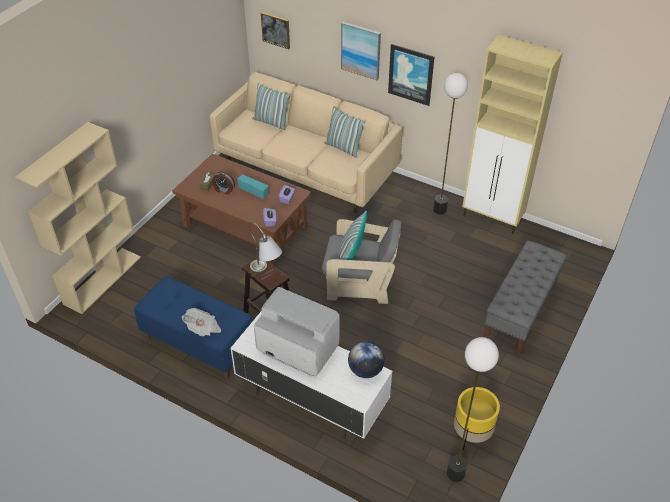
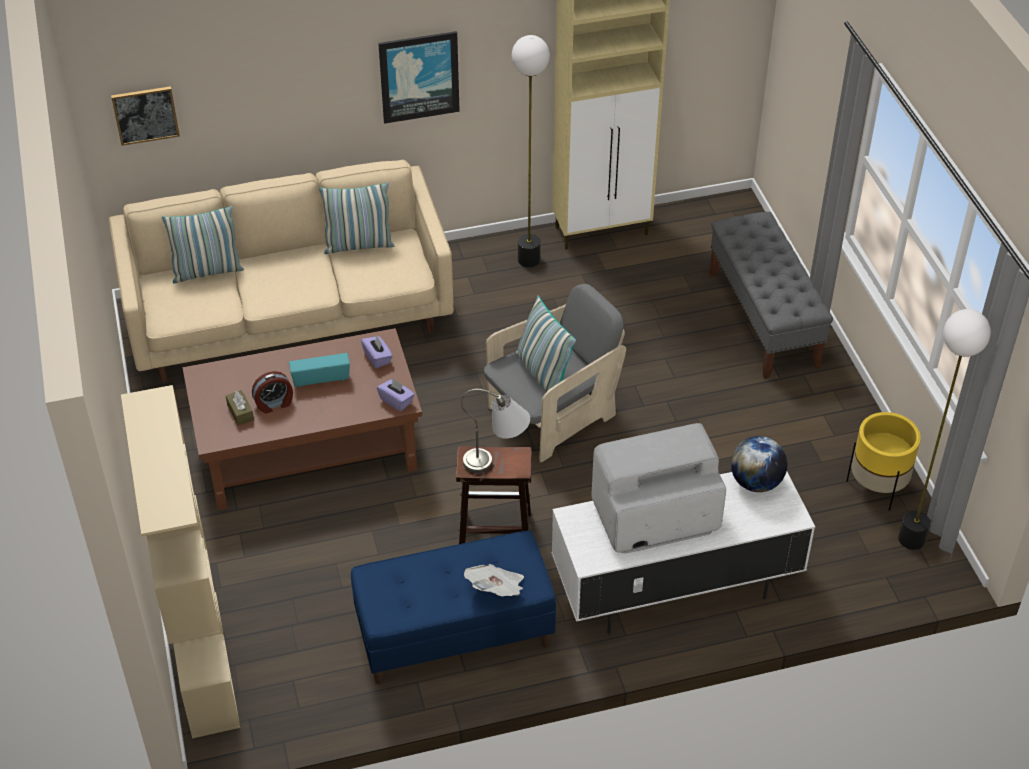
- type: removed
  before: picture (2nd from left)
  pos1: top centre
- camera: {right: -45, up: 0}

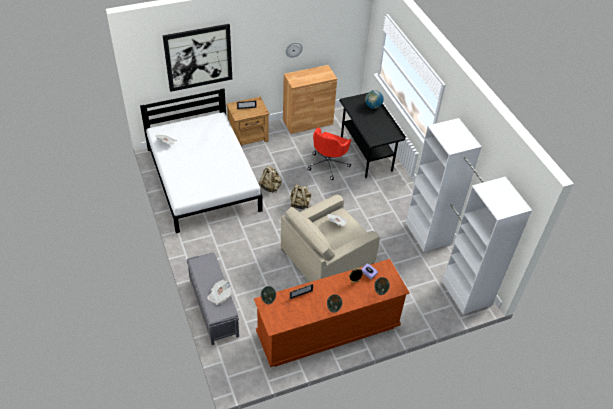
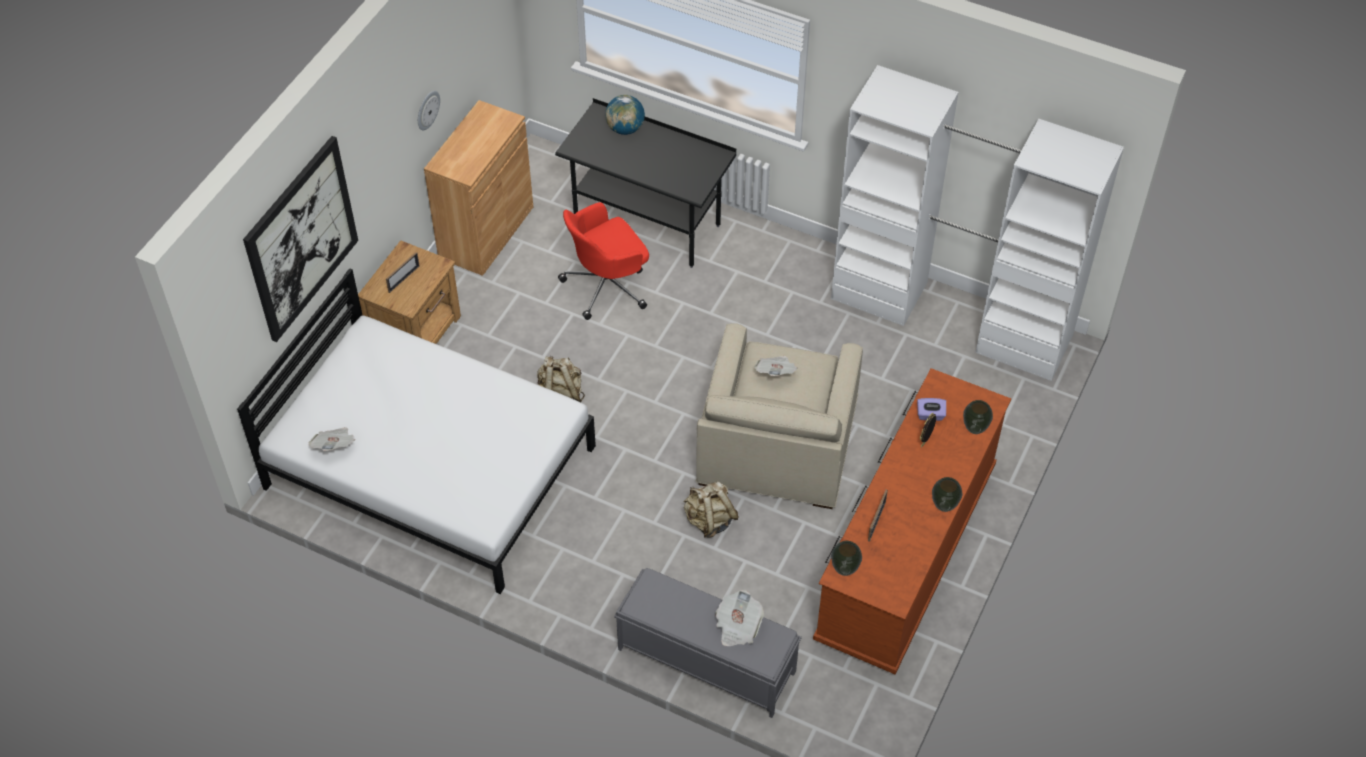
- type: turned
  before: red office chair
  pos1: centre
  pos2: centre
  turn: 75
- type: moved
  before: beige backpack (2nd from left)
  pos1: centre
  pos2: bottom centre
- camera: {right: -40, up: 5}

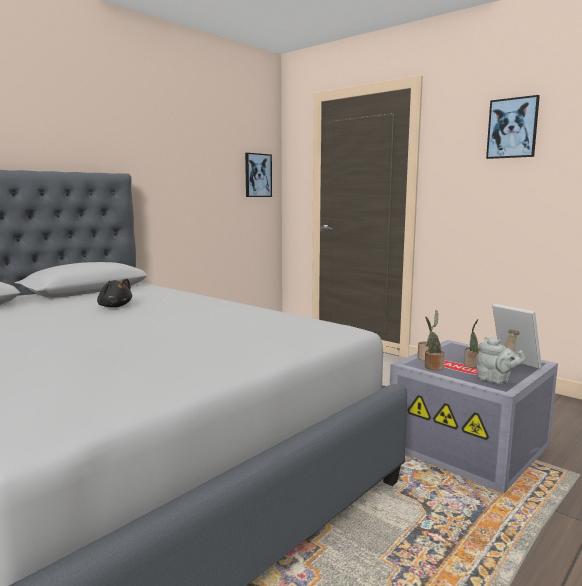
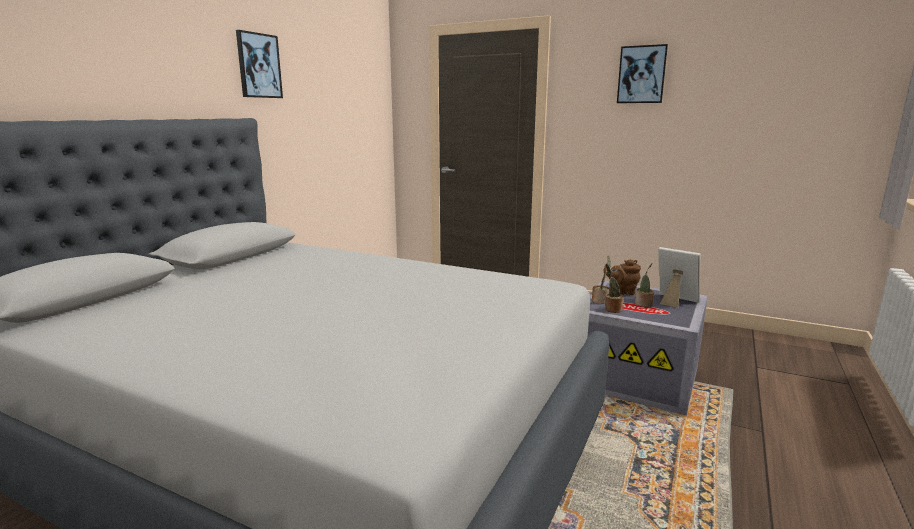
- type: moved
  before: picture (1st from left)
  pos1: top centre
  pos2: top left
- type: removed
  before: black plush toy
  pos1: middle left
- type: removed
  before: grey teapot
  pos1: middle right
- type: added
  after: brown teapot
  pos2: middle right
- camera: {right: -15, up: 5}

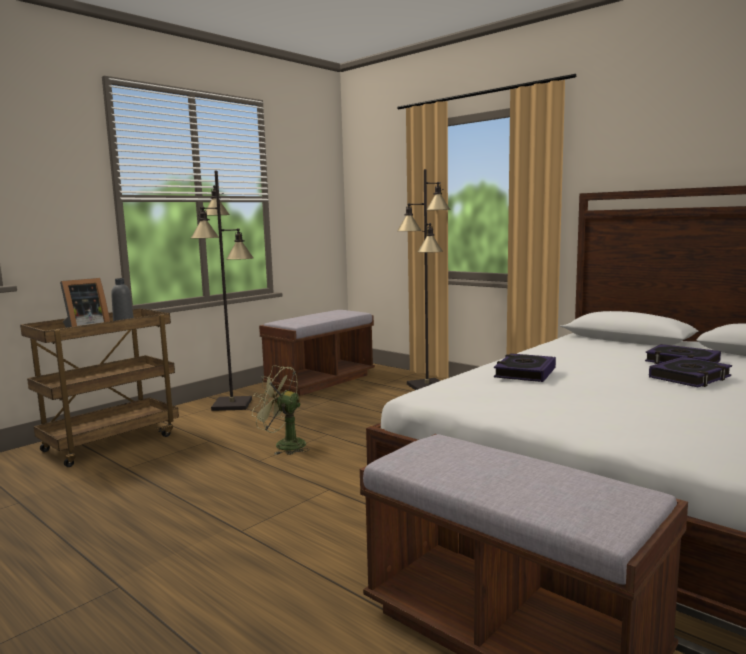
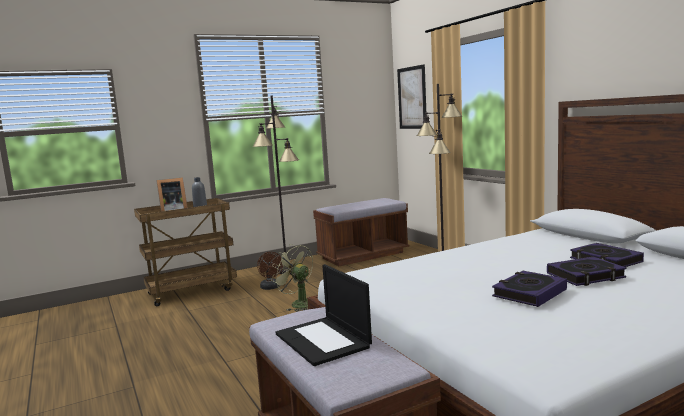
- type: moved
  before: book (1st from left)
  pos1: middle right
  pos2: bottom right
- type: added
  after: picture
  pos2: top centre
- type: added
  after: brown fan
  pos2: centre
- type: added
  after: laptop
  pos2: bottom centre
- camera: {right: 20, up: 0}

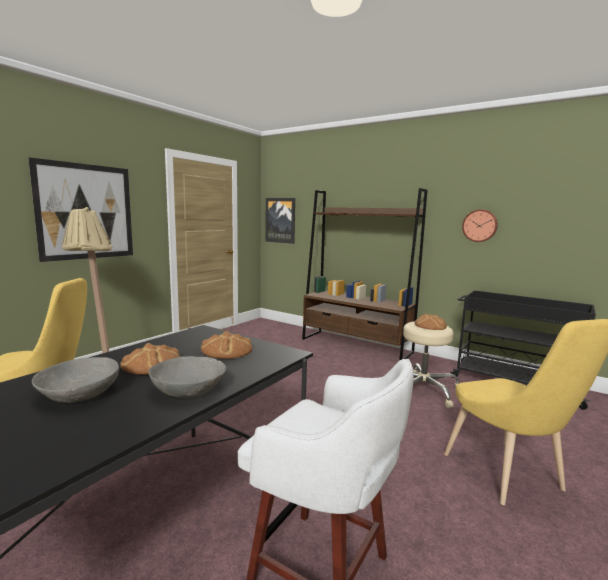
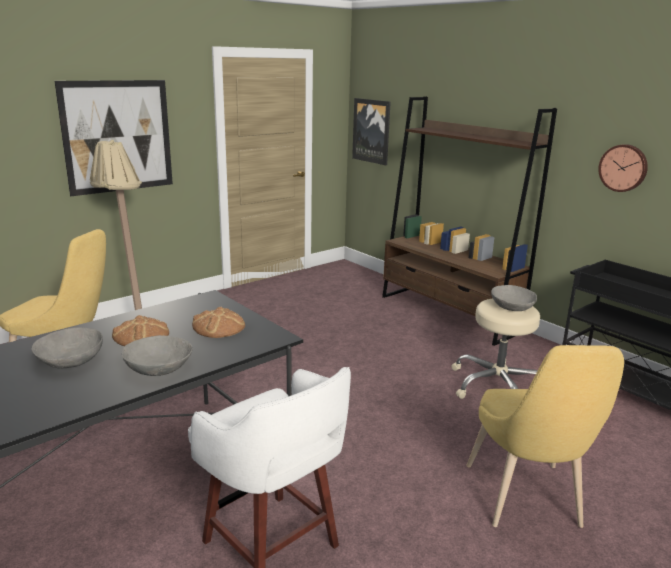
- type: replaced
  before: bread (3rd from left)
  after: grey bowl (3rd from left)
  pos1: middle right
  pos2: middle right
- camera: {right: 15, up: 10}

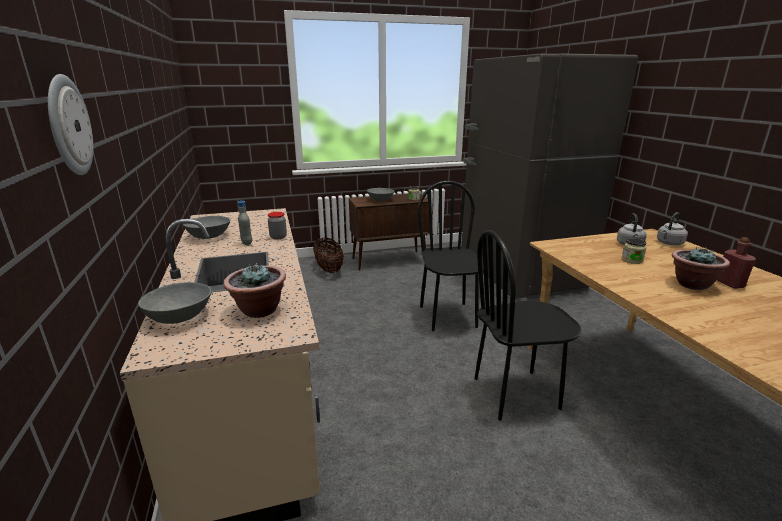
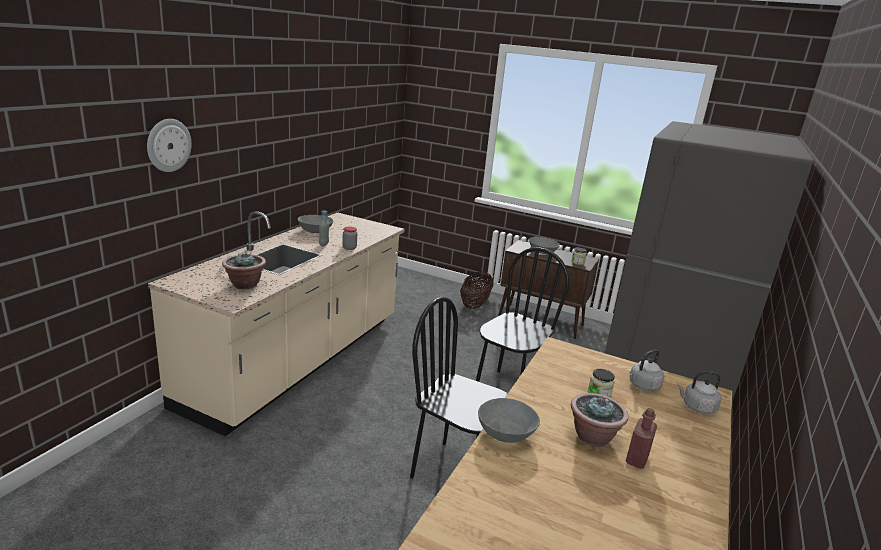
- type: moved
  before: grey bowl (1st from left in the first image)
  after: grey bowl (2nd from left)
  pos1: middle left
  pos2: bottom centre
- camera: {right: 40, up: 0}

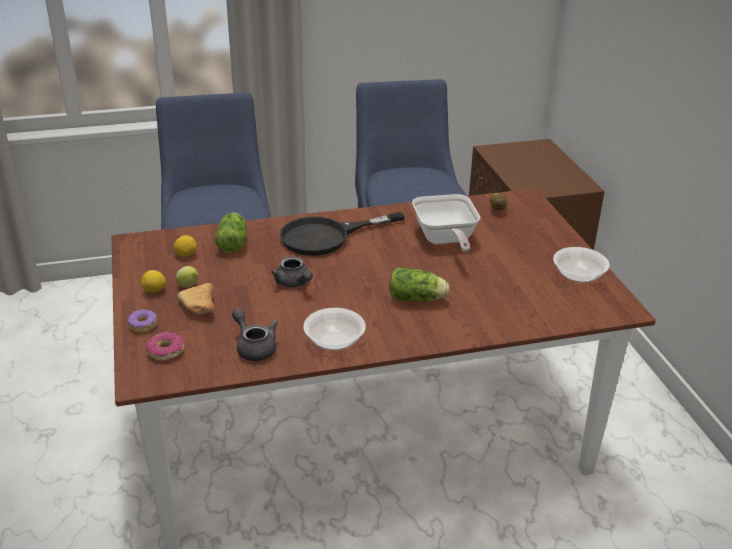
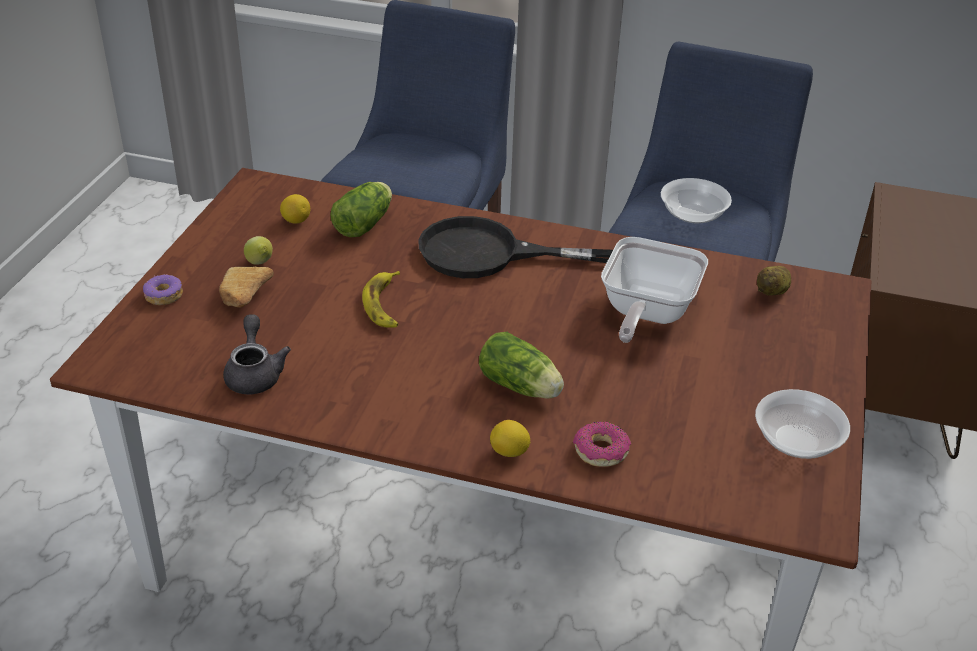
- type: replaced
  before: grey teapot (2nd from left)
  after: banana
  pos1: centre
  pos2: centre
- type: moved
  before: lemon (1st from left in the first image)
  after: lemon (3rd from left)
  pos1: middle left
  pos2: bottom centre
- type: moved
  before: bowl (1st from left)
  pos1: centre
  pos2: top right
- type: moved
  before: donut (2nd from left)
  pos1: middle left
  pos2: bottom centre
- camera: {right: 30, up: 5}

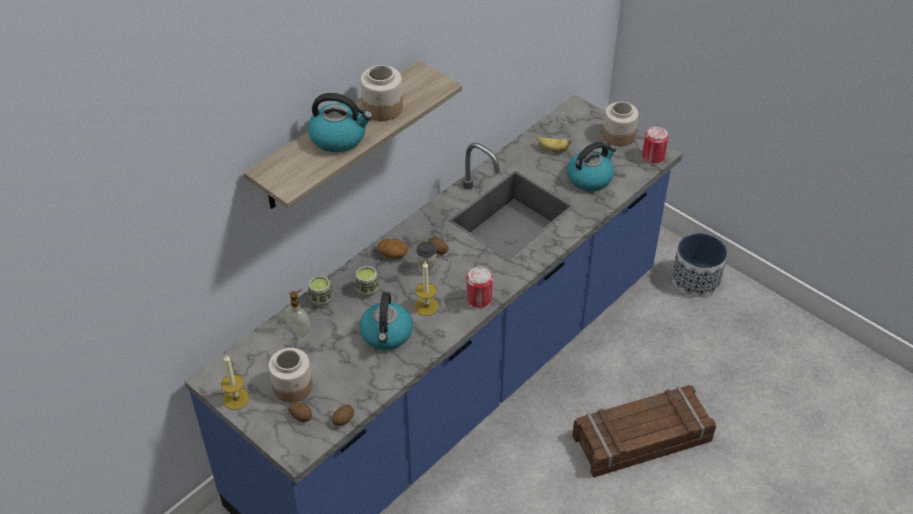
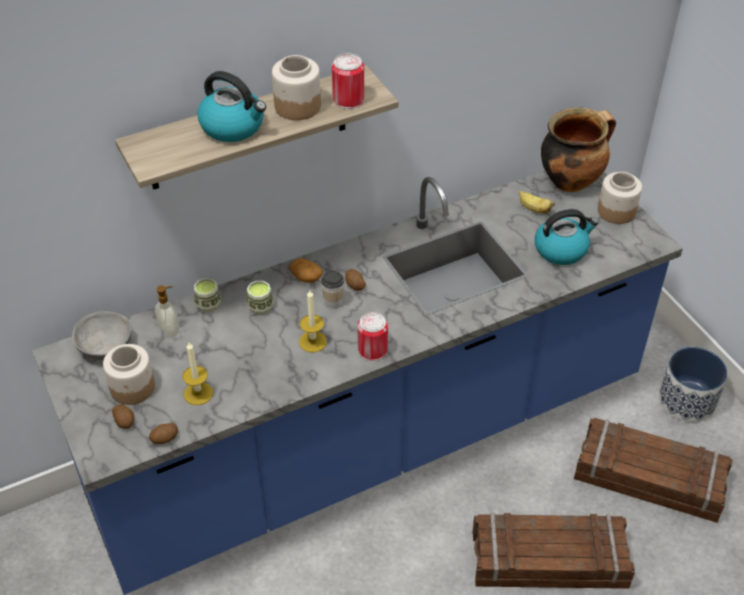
- type: moved
  before: can (2nd from left in the first image)
  after: can (1st from left)
  pos1: top right
  pos2: top centre
- type: removed
  before: kettle (2nd from left)
  pos1: centre
- type: moved
  before: candle (1st from left)
  pos1: bottom left
  pos2: middle left
- type: added
  after: cooking pot
  pos2: top right
- type: added
  after: grey bowl
  pos2: middle left
- type: added
  after: crate (2nd from left)
  pos2: bottom right
- camera: {right: 20, up: 0}

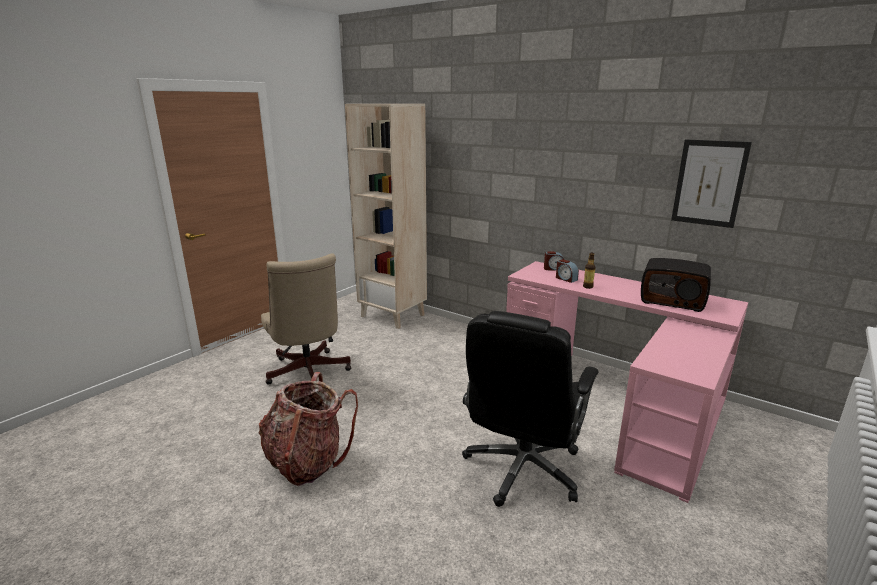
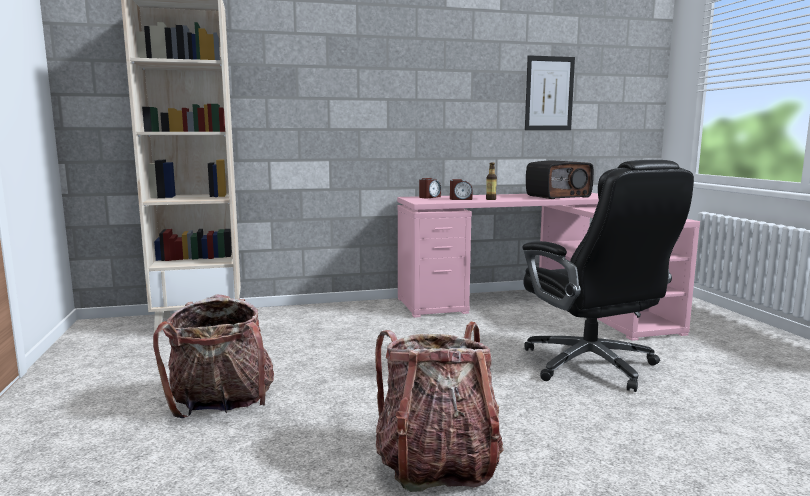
- type: replaced
  before: beige office chair
  after: backpack (1st from left)
  pos1: centre
  pos2: bottom left
- camera: {right: -50, up: -10}

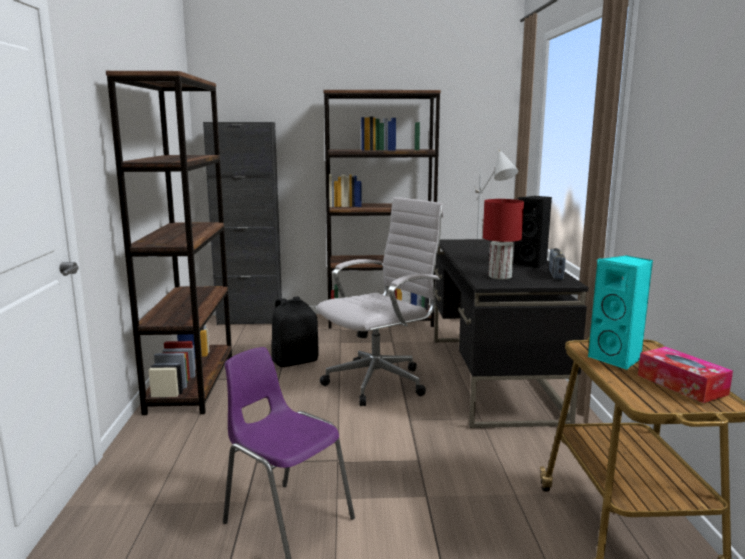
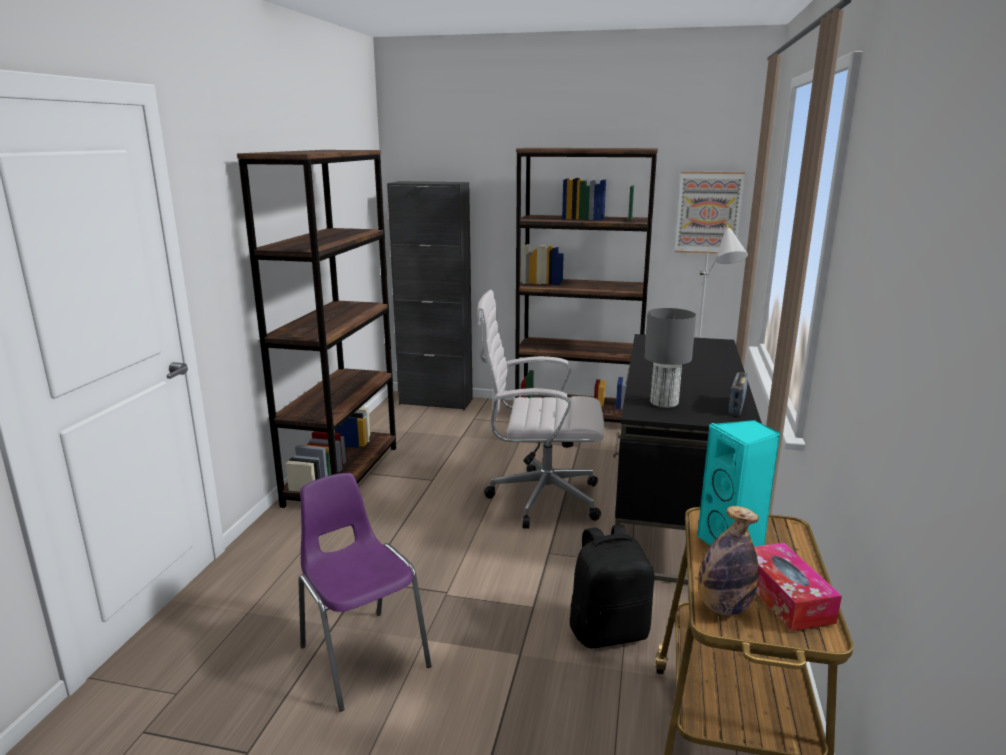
- type: removed
  before: black speaker
  pos1: middle right
- type: turned
  before: white office chair
  pos1: centre
  pos2: centre
  turn: -150
- type: recoloured
  before: red table lamp
  after: grey table lamp
  pos1: middle right
  pos2: centre
- type: moved
  before: black backpack
  pos1: centre
  pos2: bottom centre
- type: added
  after: picture
  pos2: top right
- type: added
  after: bottle
  pos2: bottom right
- camera: {right: 15, up: 5}

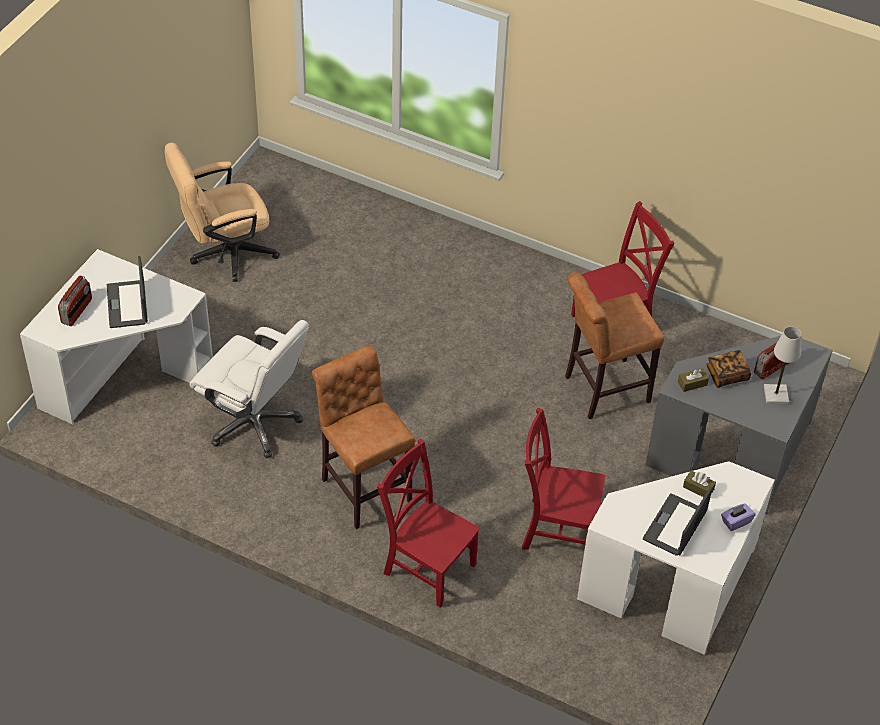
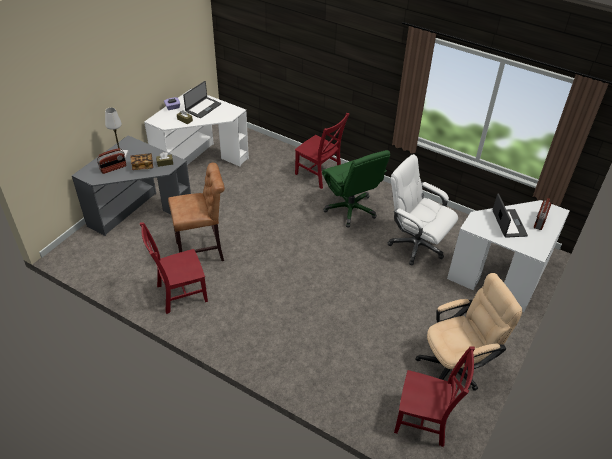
- type: replaced
  before: brown stool (1st from left)
  after: green office chair
  pos1: centre
  pos2: centre
- type: moved
  before: red chair (2nd from left in the first image)
  after: red chair (3rd from left)
  pos1: centre
  pos2: bottom right
- camera: {right: -175, up: -5}

